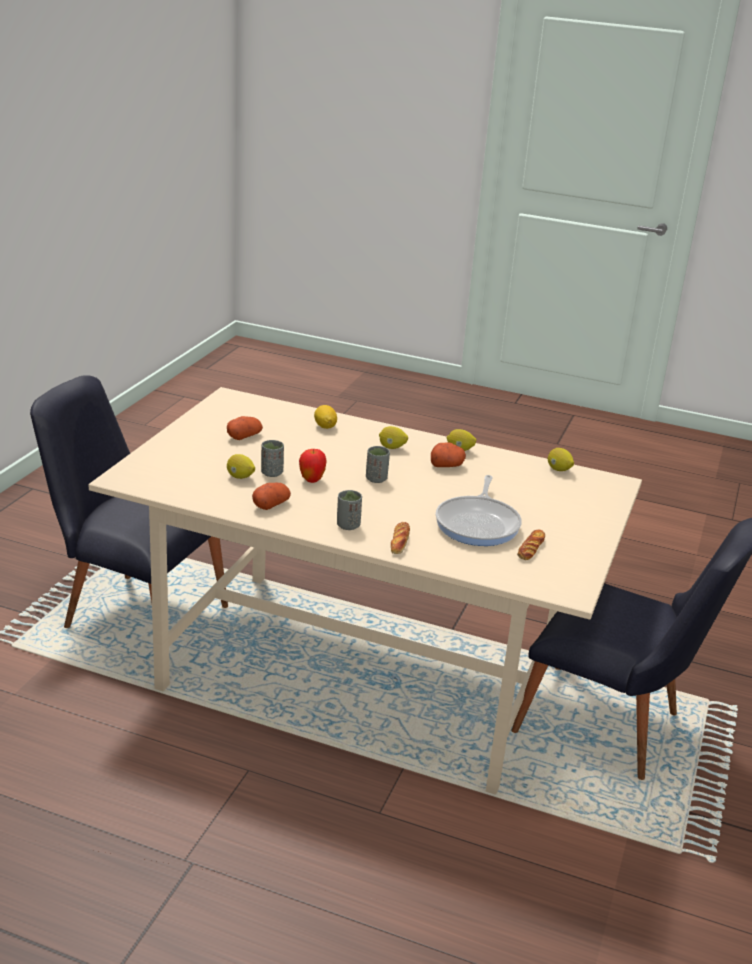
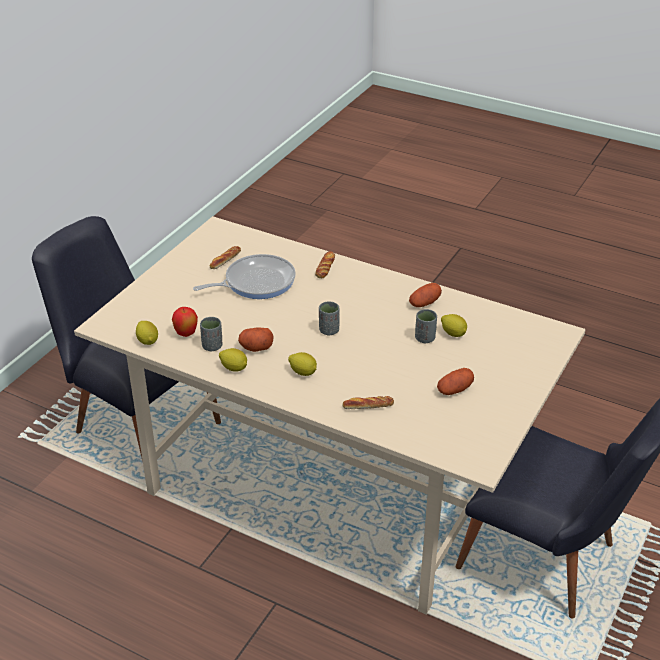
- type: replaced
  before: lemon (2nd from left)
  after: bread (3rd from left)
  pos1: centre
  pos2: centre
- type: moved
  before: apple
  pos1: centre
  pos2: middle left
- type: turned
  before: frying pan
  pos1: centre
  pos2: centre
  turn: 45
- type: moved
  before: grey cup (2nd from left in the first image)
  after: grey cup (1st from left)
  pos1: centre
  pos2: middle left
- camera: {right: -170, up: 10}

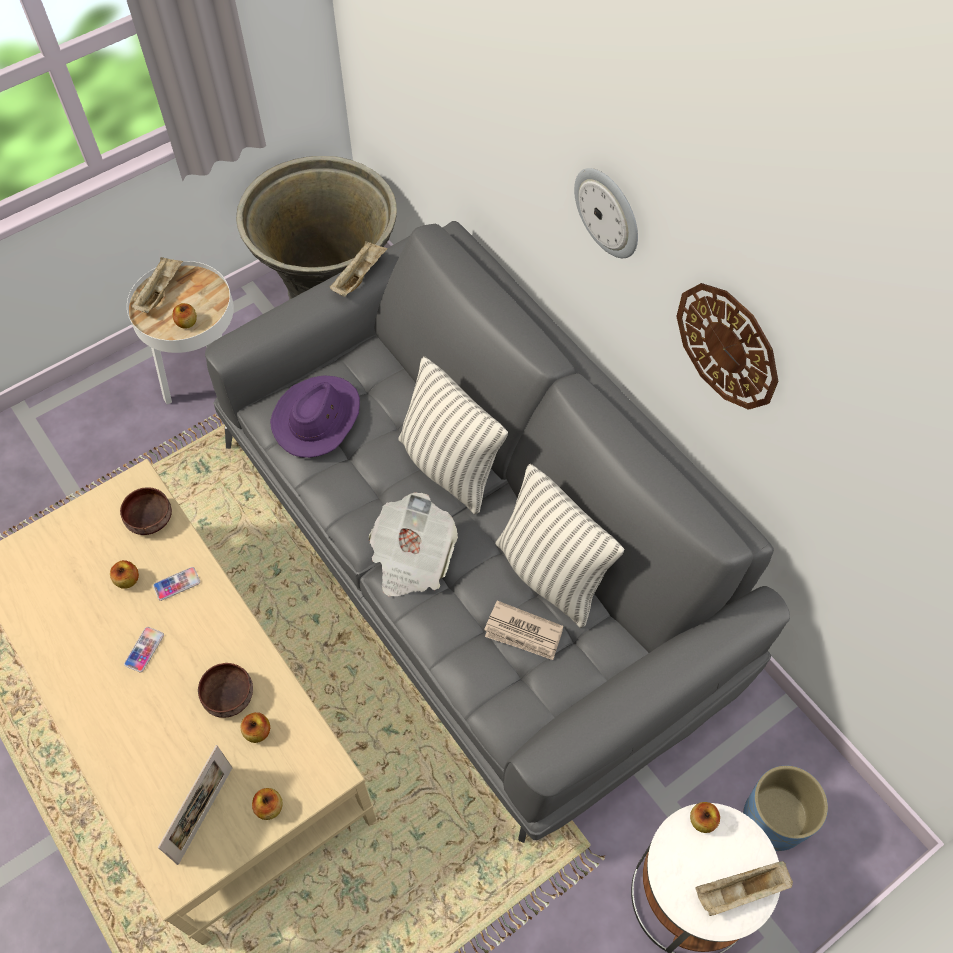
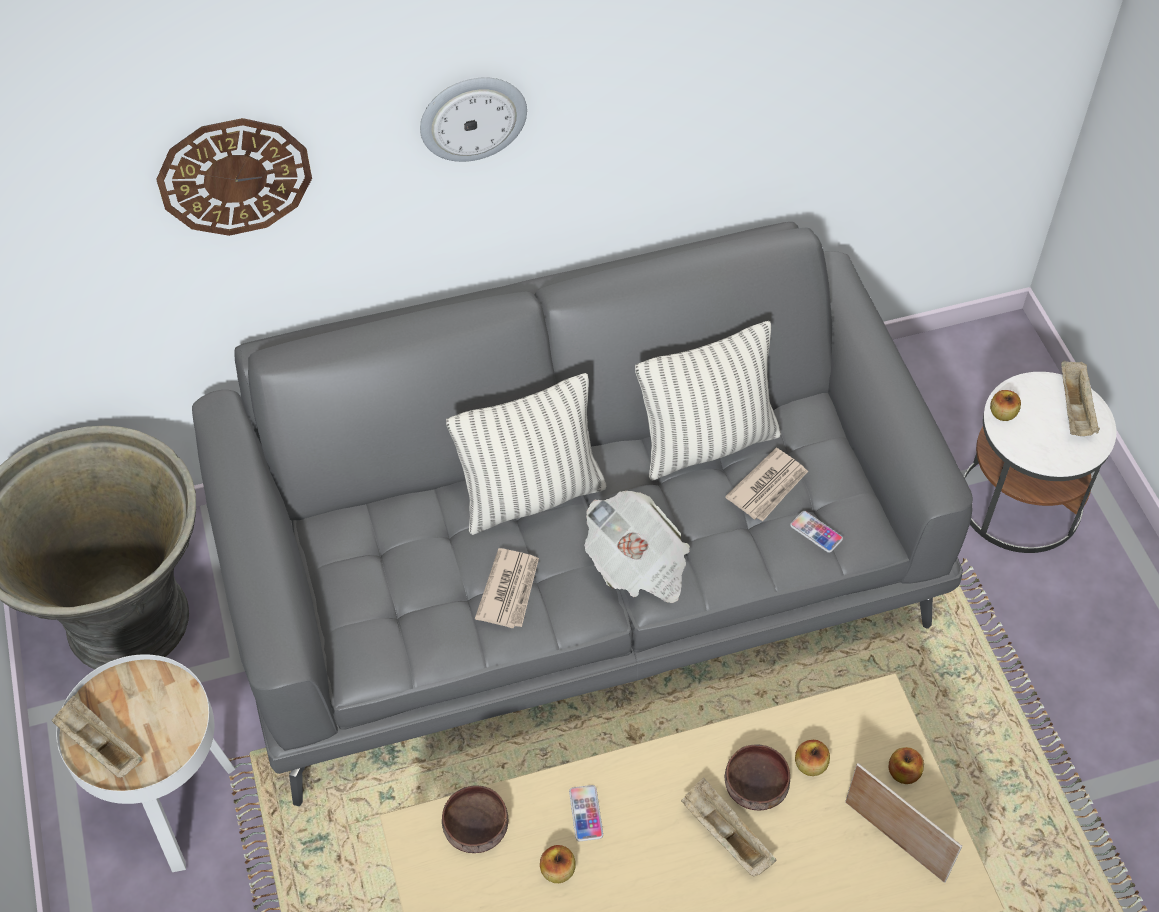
- type: moved
  before: beige tray (2nd from left)
  pos1: top centre
  pos2: bottom centre
- type: moved
  before: wall clock (2nd from left in the first image)
  after: wall clock (1st from left)
  pos1: middle right
  pos2: top left
- type: removed
  before: apple (2nd from left)
  pos1: top left
- type: removed
  before: purple hat
  pos1: middle left
- type: moved
  before: phone (1st from left in the first image)
  after: phone (2nd from left)
  pos1: bottom left
  pos2: middle right
- type: removed
  before: blue planter
  pos1: bottom right
- type: added
  after: newspaper (1st from left)
  pos2: centre
- camera: {right: -70, up: -5}

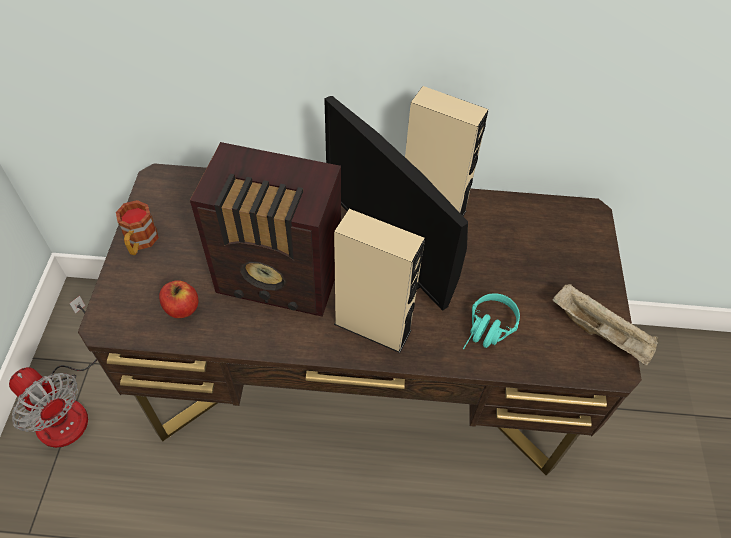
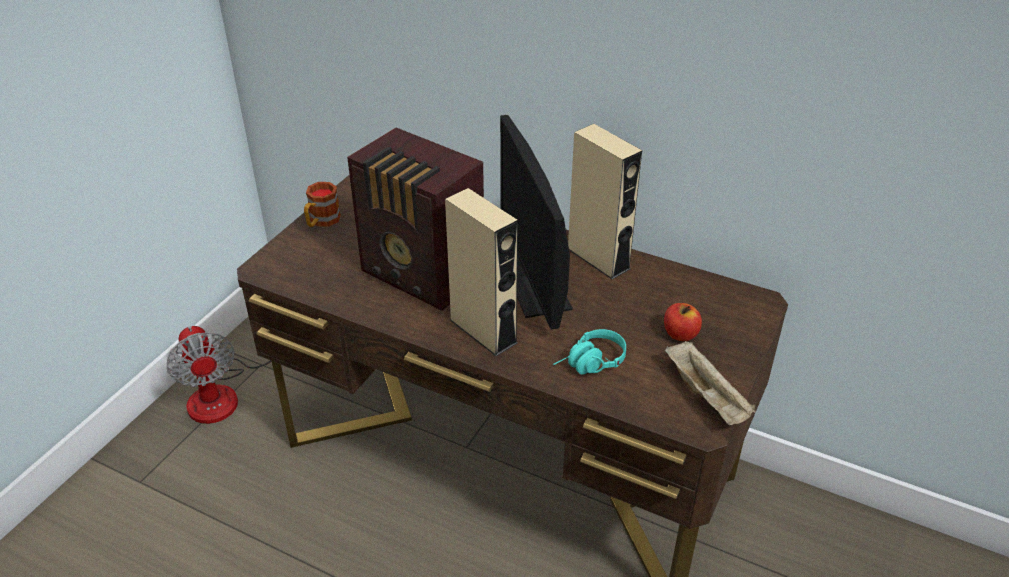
- type: moved
  before: apple
  pos1: middle left
  pos2: middle right
- camera: {right: 25, up: -15}

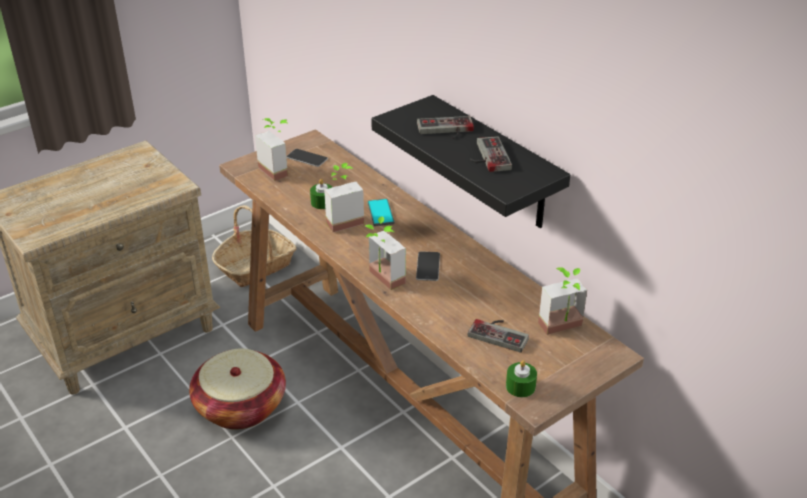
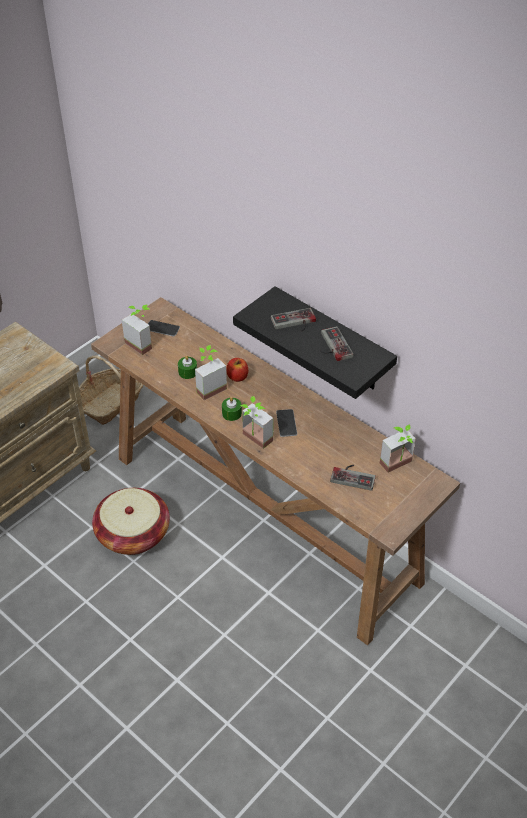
- type: replaced
  before: phone (2nd from left)
  after: apple
  pos1: centre
  pos2: centre
- type: moved
  before: green candle (2nd from left)
  pos1: bottom centre
  pos2: centre
- camera: {right: -10, up: 10}

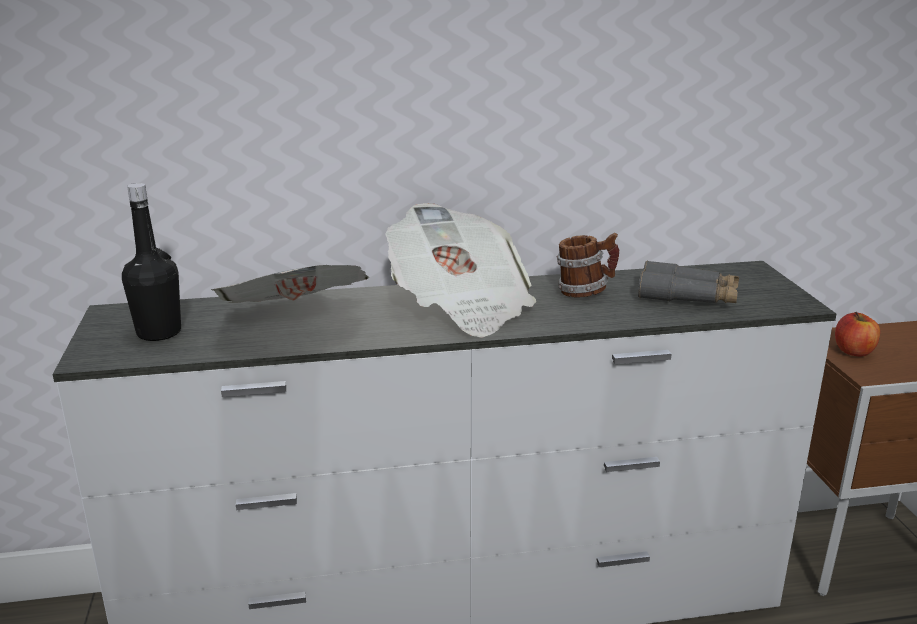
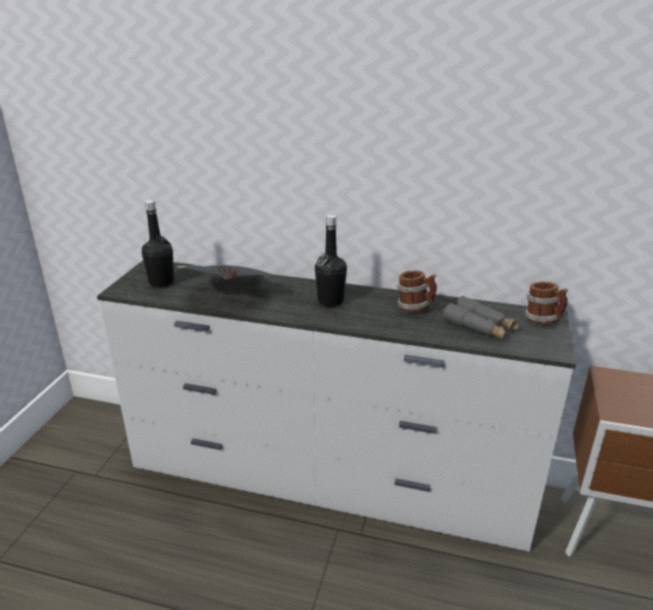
- type: replaced
  before: newspaper (2nd from left)
  after: black bottle (2nd from left)
  pos1: centre
  pos2: centre
- type: removed
  before: apple
  pos1: middle right
- type: added
  after: mug (2nd from left)
  pos2: middle right
- camera: {right: 25, up: 5}

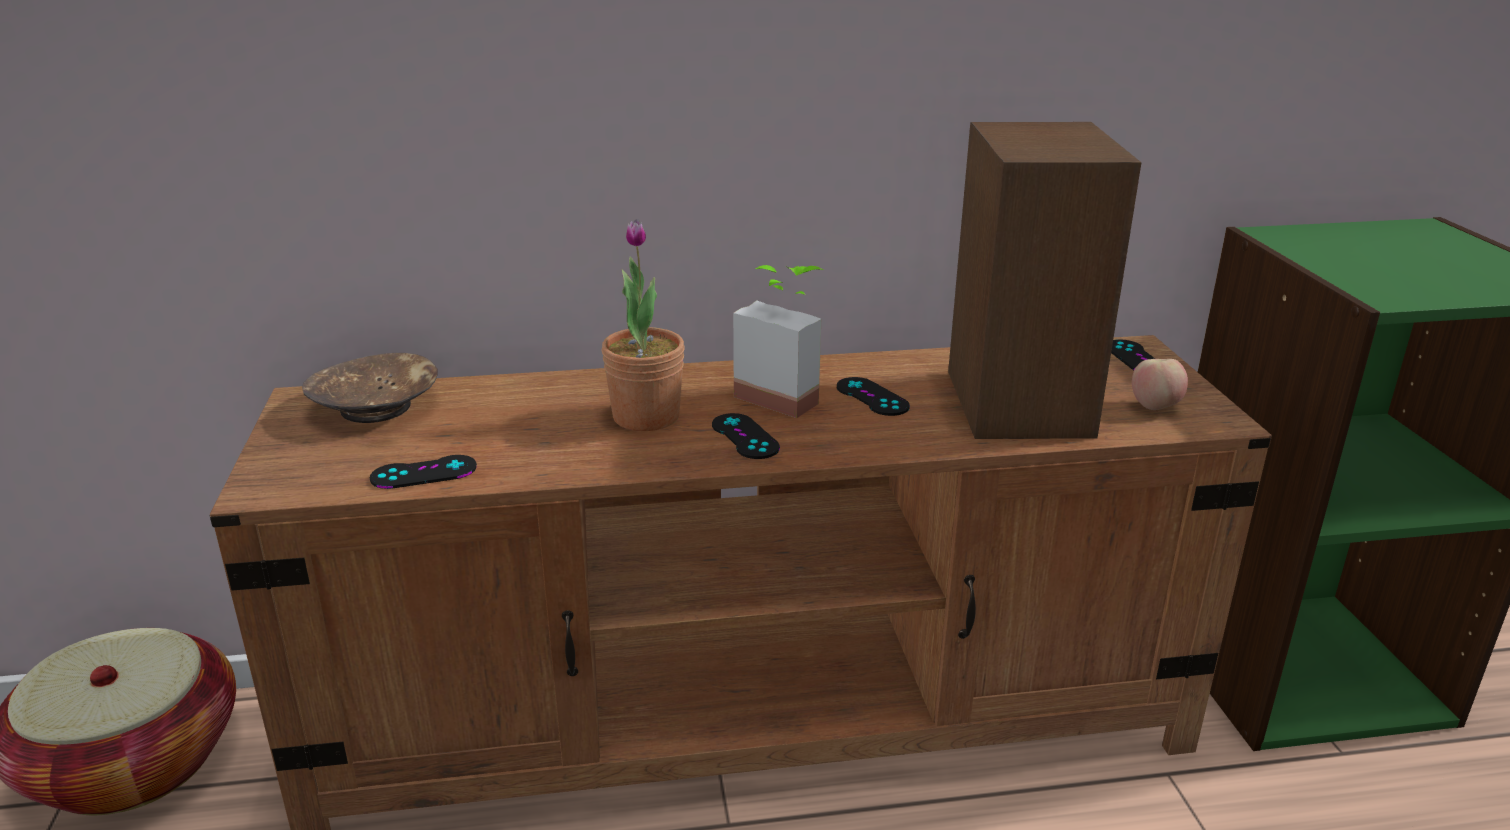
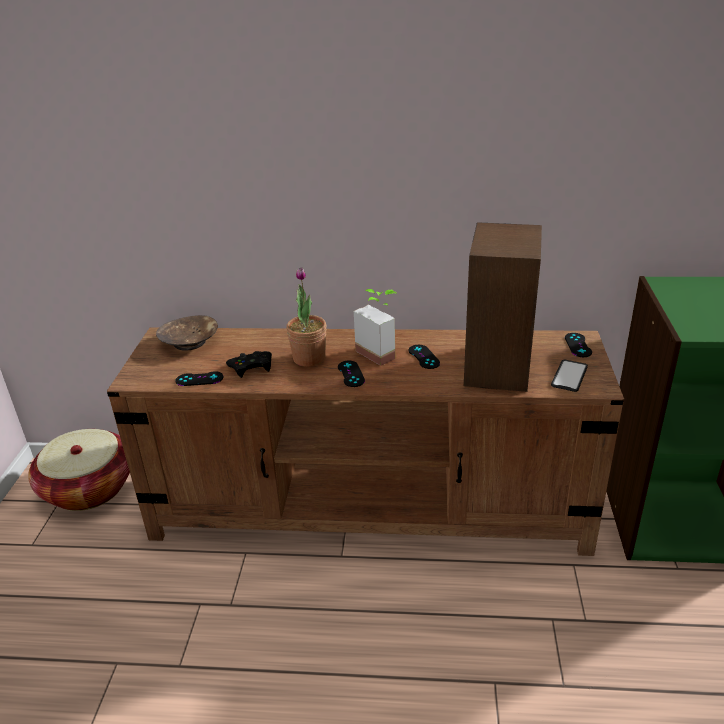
- type: replaced
  before: apple
  after: phone
  pos1: middle right
  pos2: middle right
- type: added
  after: black game controller (2nd from left)
  pos2: centre
- camera: {right: 15, up: 5}

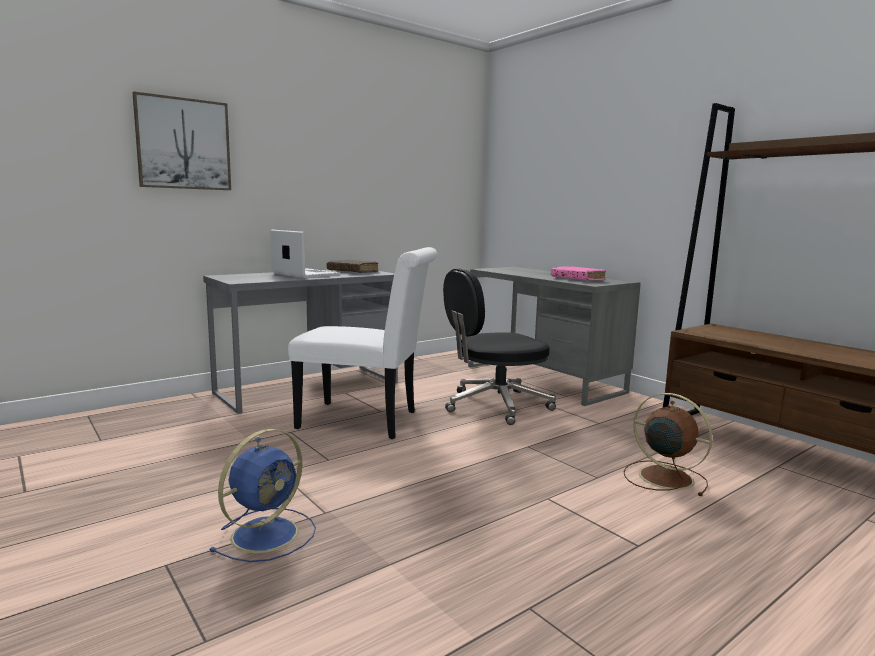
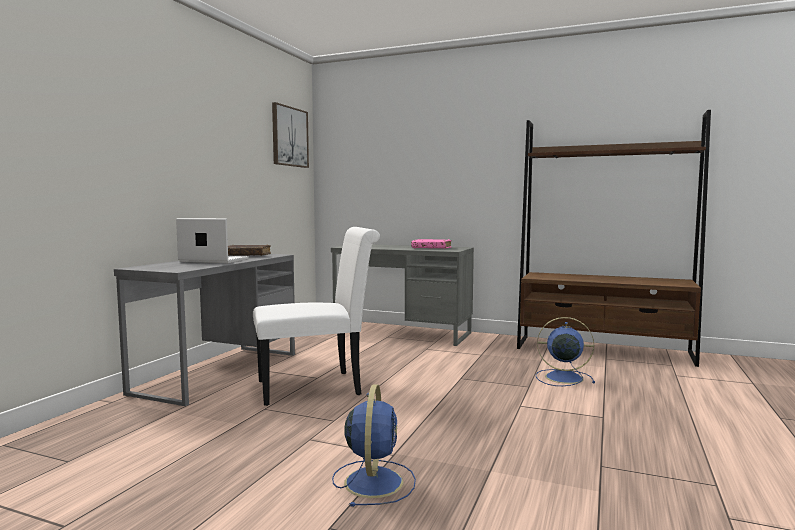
- type: moved
  before: picture
  pos1: top left
  pos2: top centre
- type: removed
  before: black office chair
  pos1: centre
- type: recoloured
  before: brown fan
  after: blue fan (2nd from left)
  pos1: bottom right
  pos2: middle right
- camera: {right: -30, up: -5}

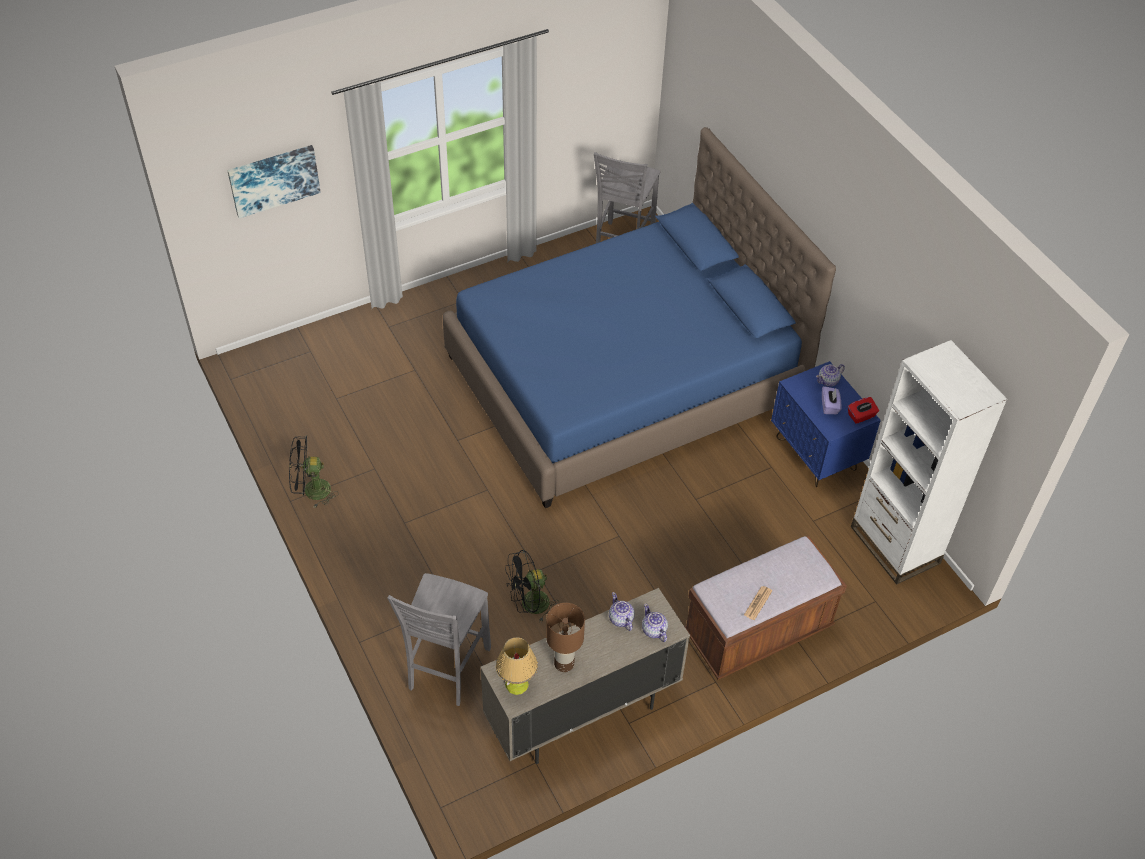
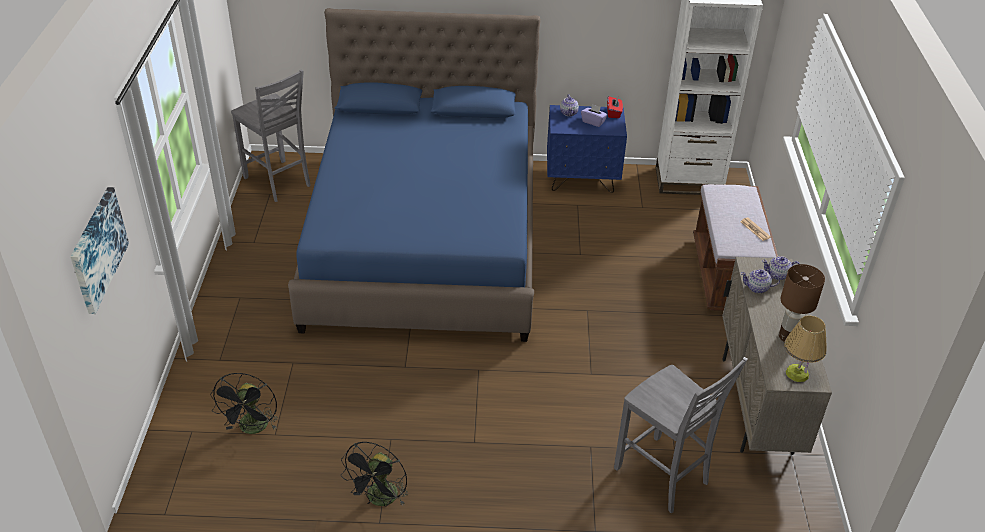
- type: moved
  before: black fan (2nd from left in the first image)
  after: black fan (1st from left)
  pos1: bottom centre
  pos2: bottom left
- camera: {right: -60, up: -10}

